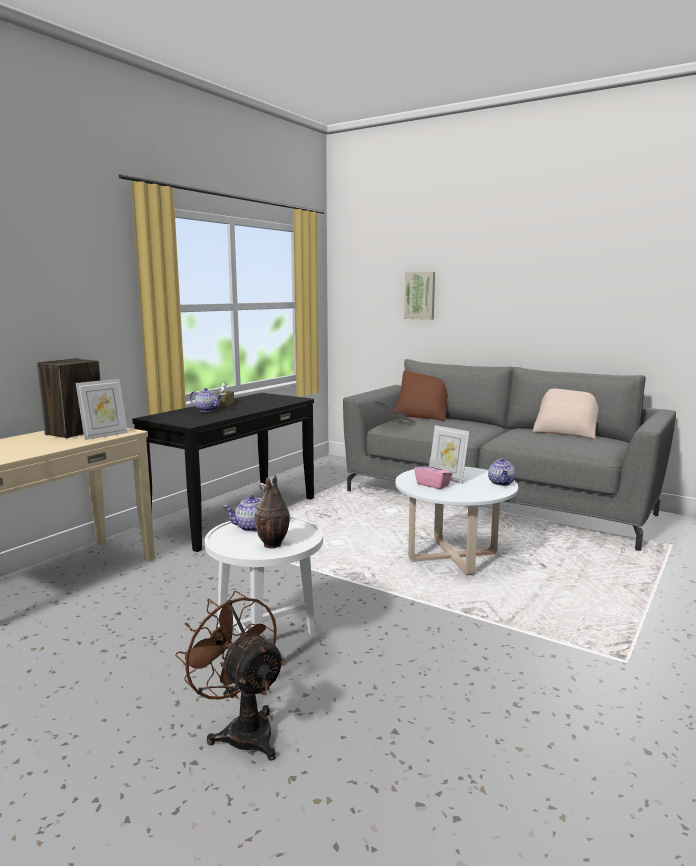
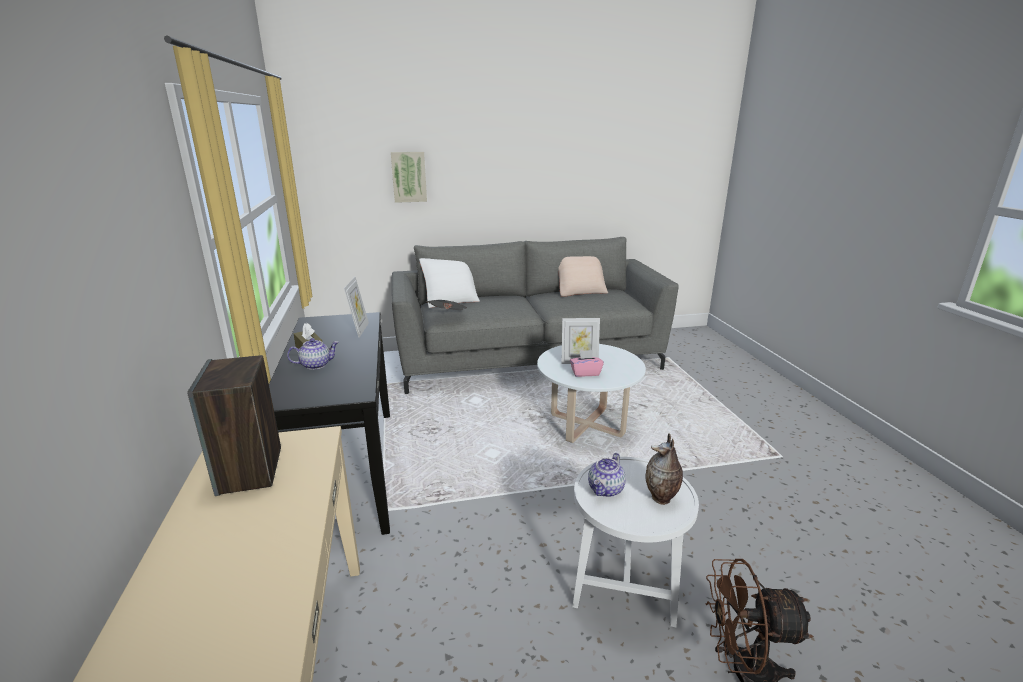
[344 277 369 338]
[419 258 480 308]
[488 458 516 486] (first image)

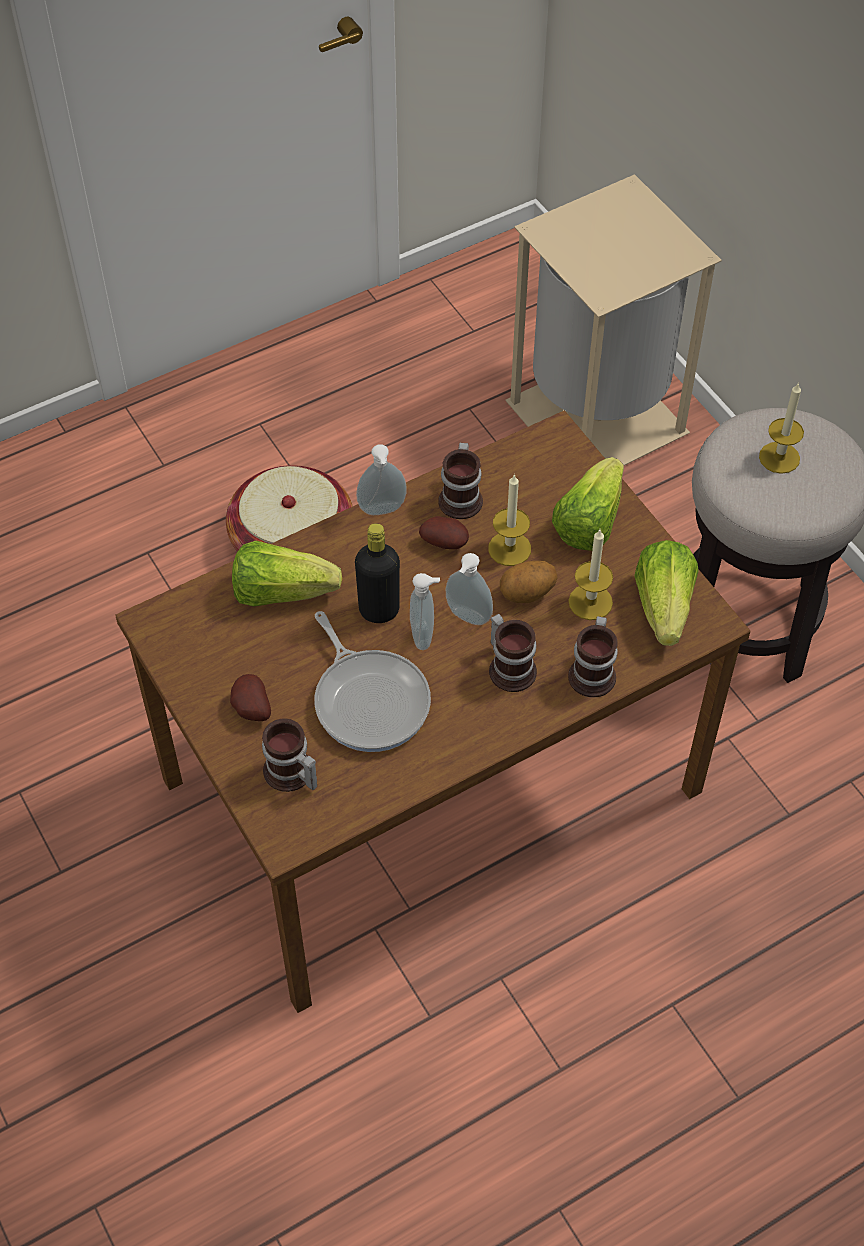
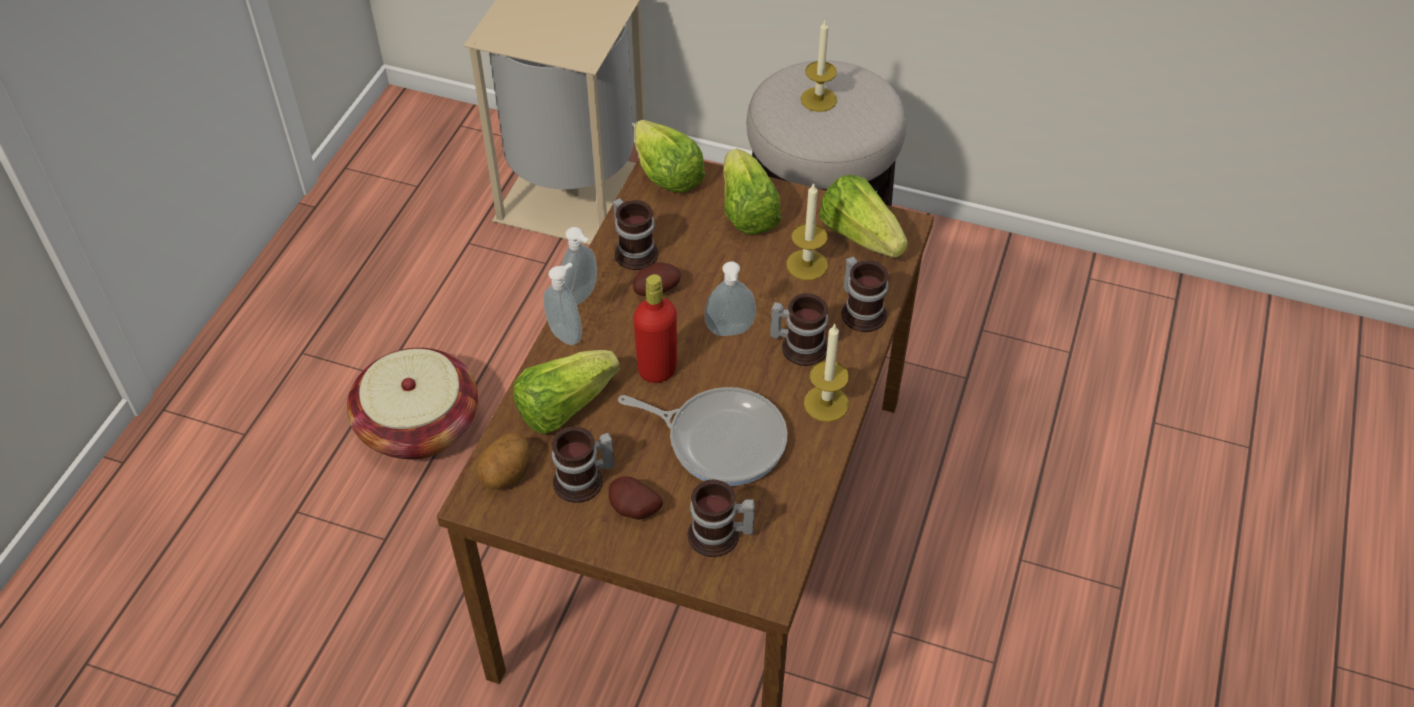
[633 274 677 383]
[543 263 582 345]
[804 324 849 422]
[477 433 530 489]
[552 427 614 503]
[634 120 705 193]

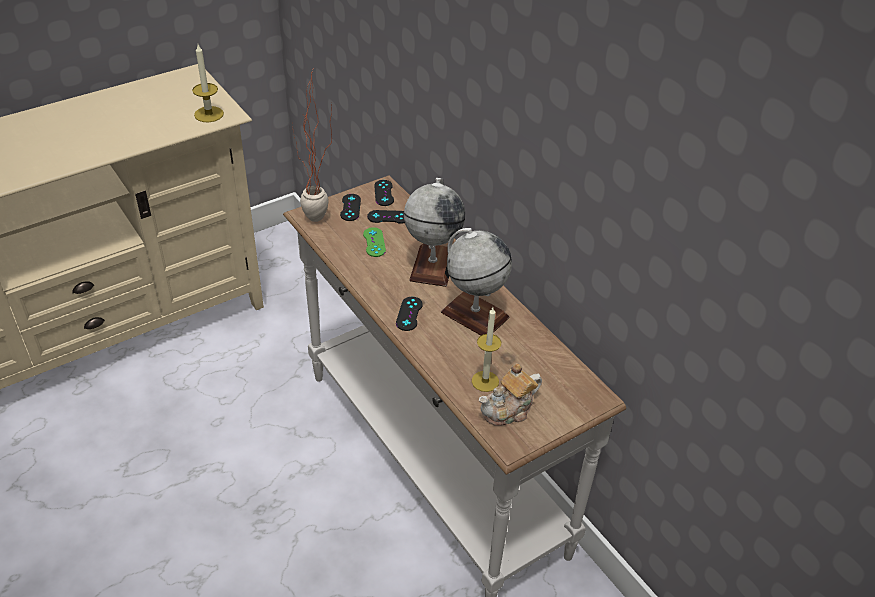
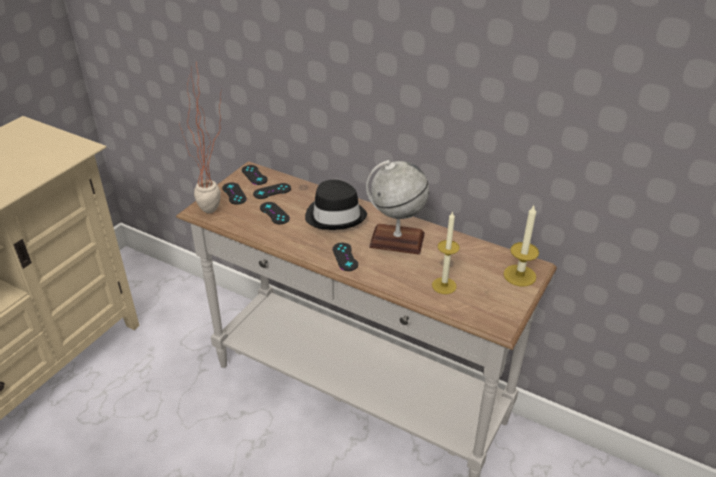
[504 206 539 287]
[260 202 290 224]
[305 180 367 230]
[479 363 542 426] (first image)

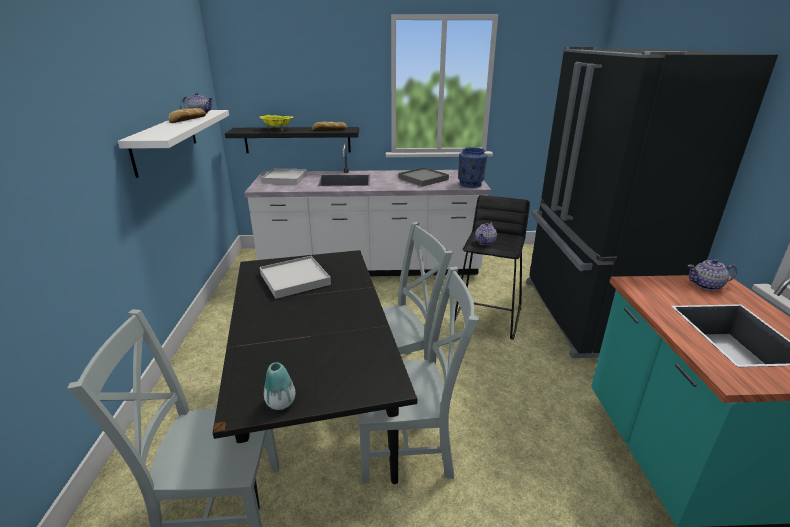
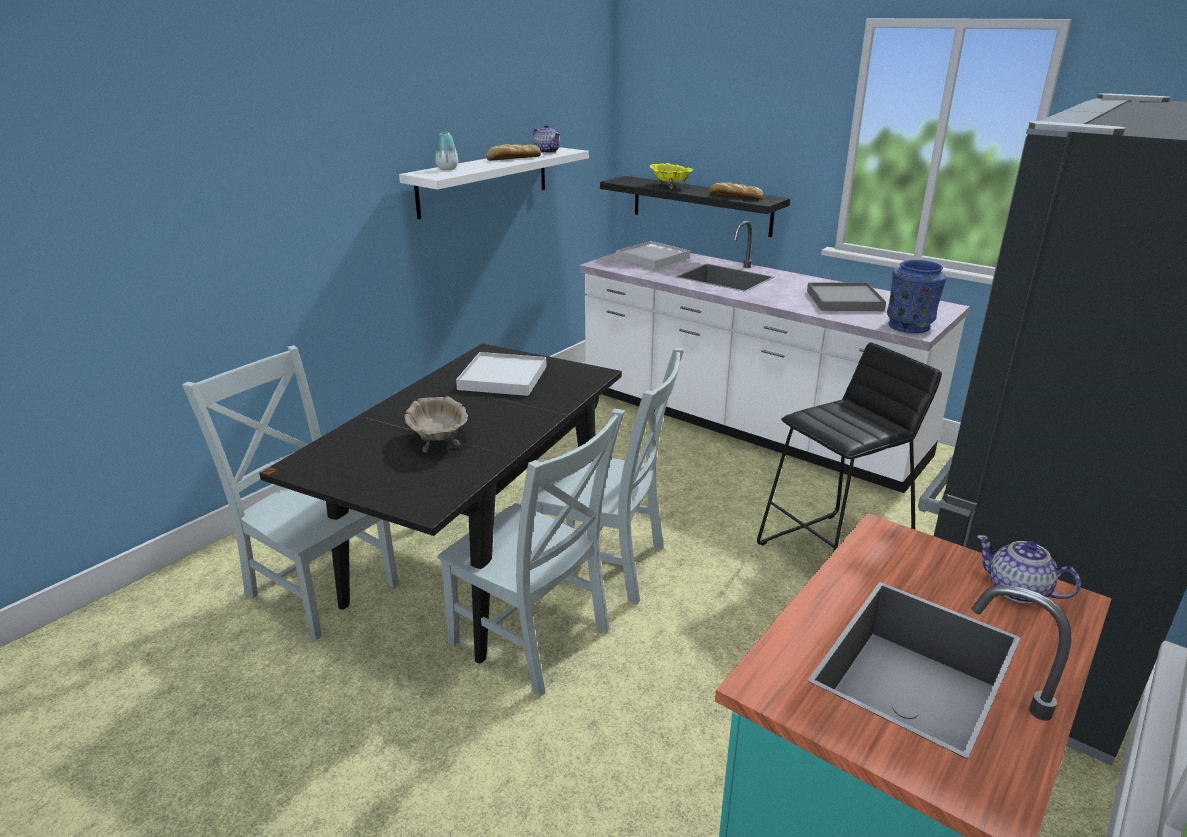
[435 132 458 170]
[475 223 497 245] (first image)
[405 396 468 452]

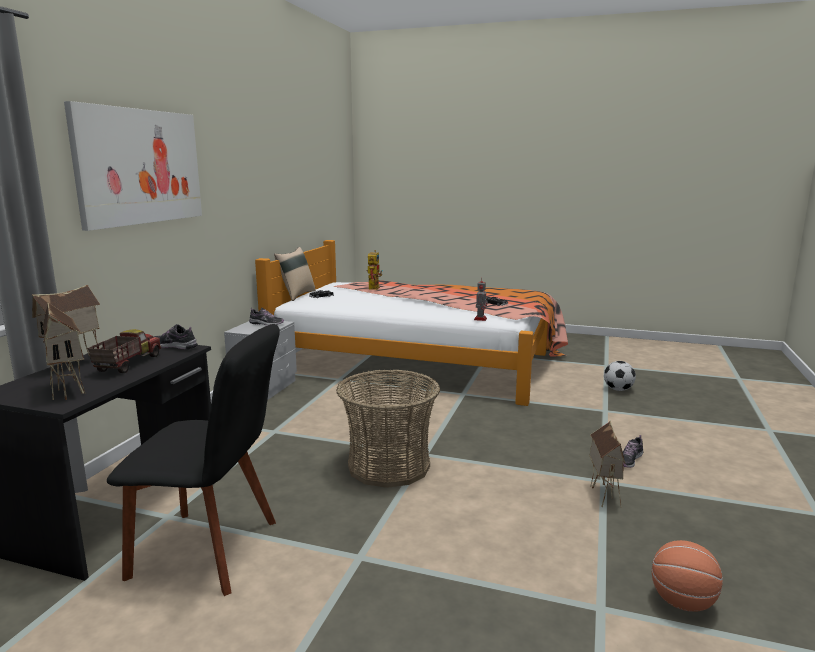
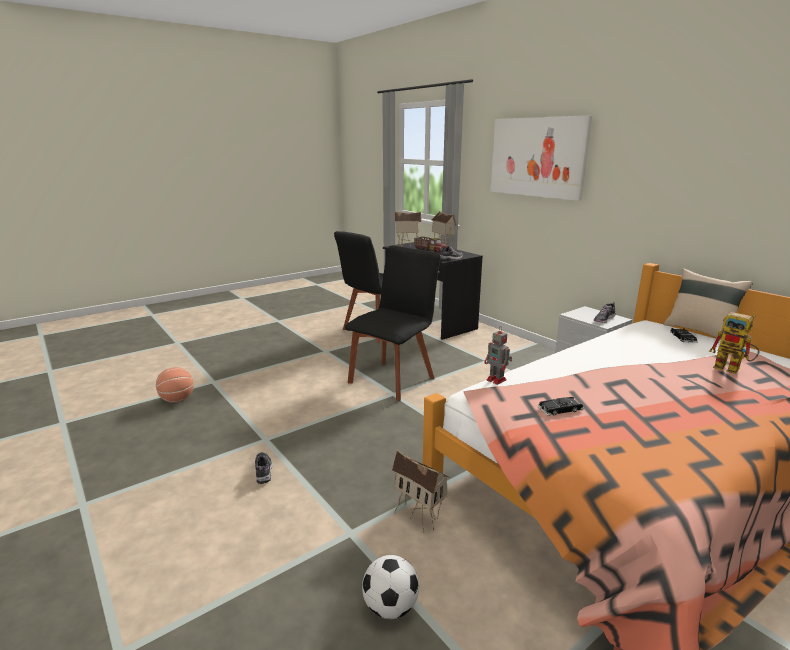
[345 246 441 401]
[392 450 451 533]

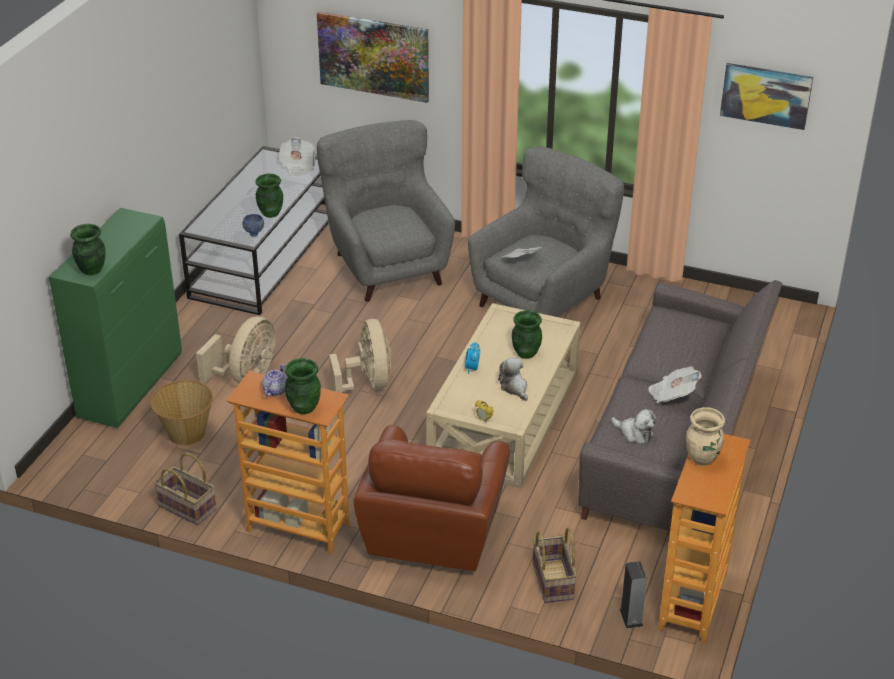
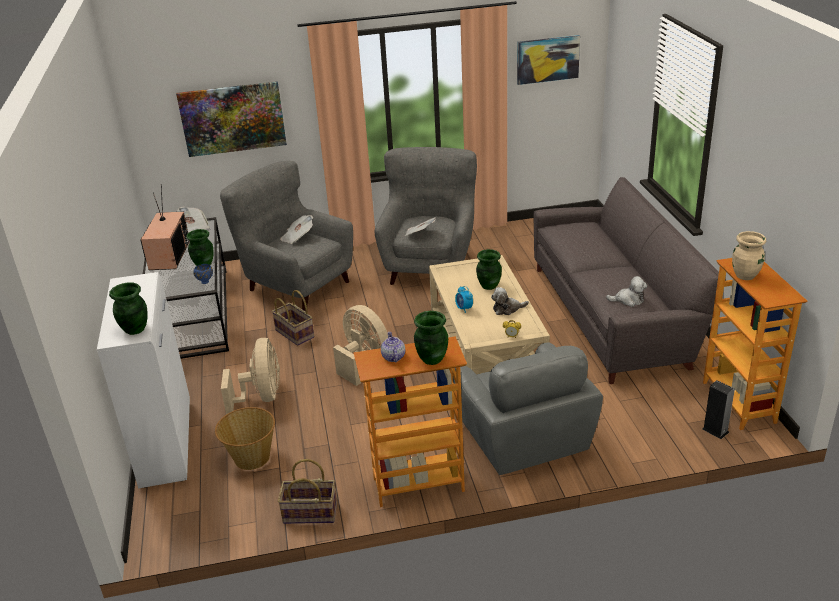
[97 272 190 488]
[453 343 603 475]
[491 287 529 315]
[272 290 315 346]
[280 215 313 244]
[140 184 190 270]

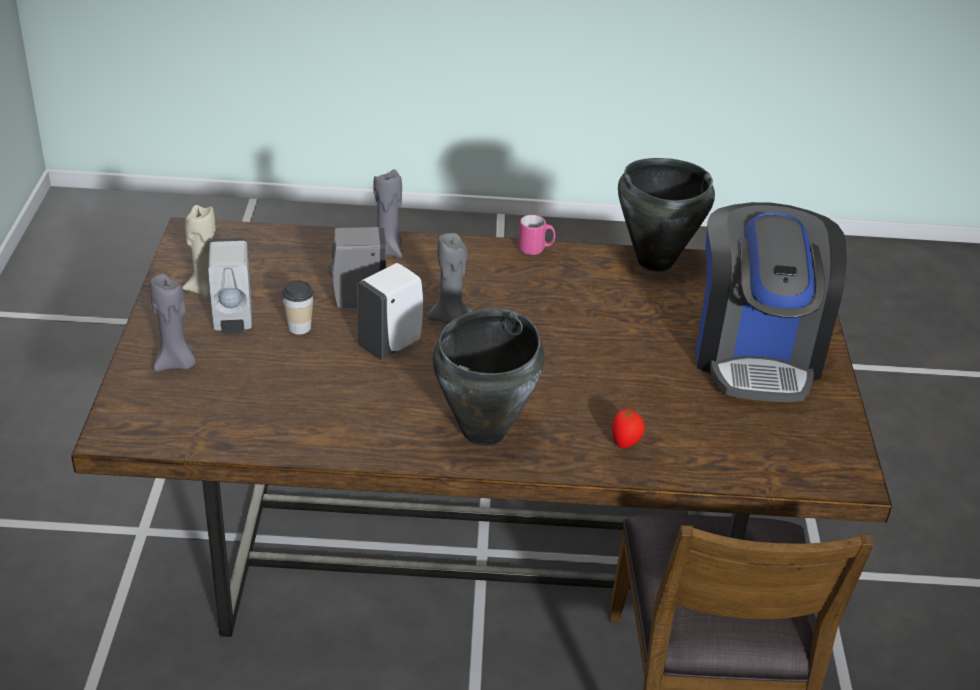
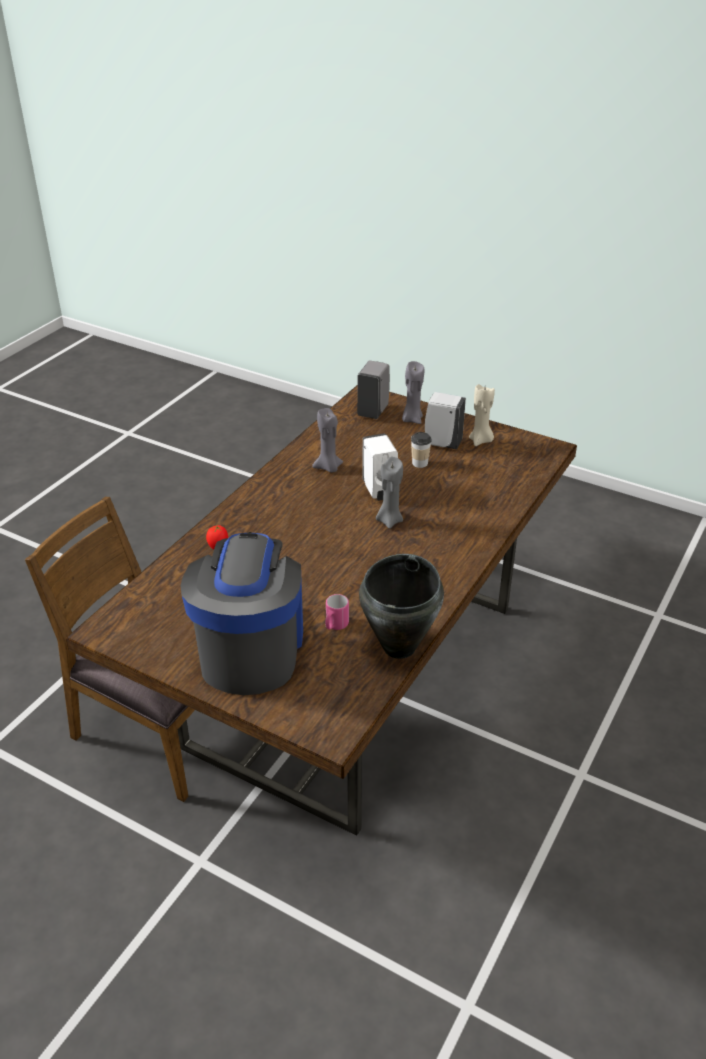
[357 361 390 419]
[312 408 343 472]
[433 308 544 446] (first image)
[325 594 349 630]
[180 532 303 695]

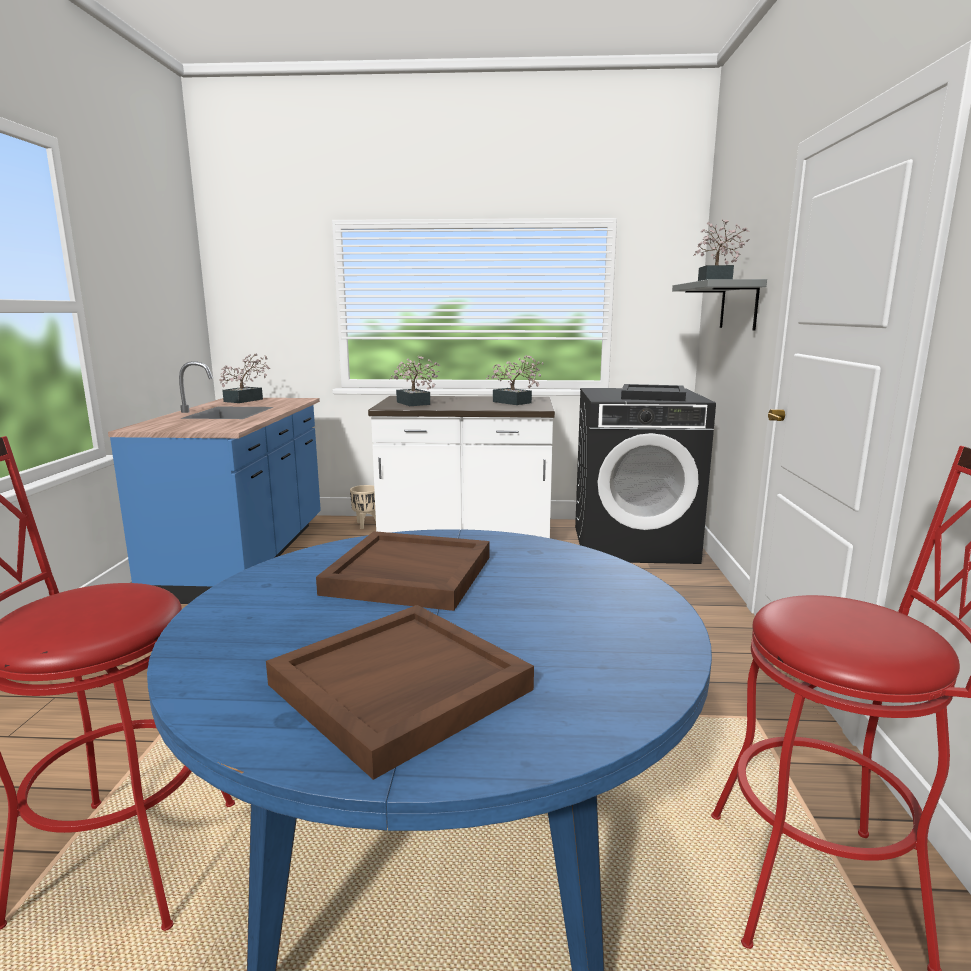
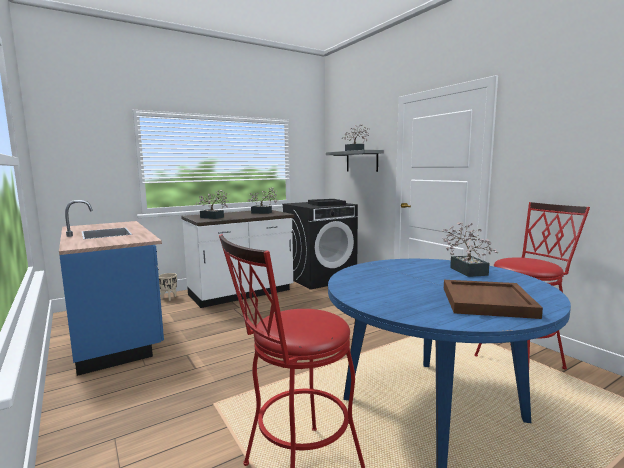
[442 222 498 277]
[316 531 490 611] (first image)

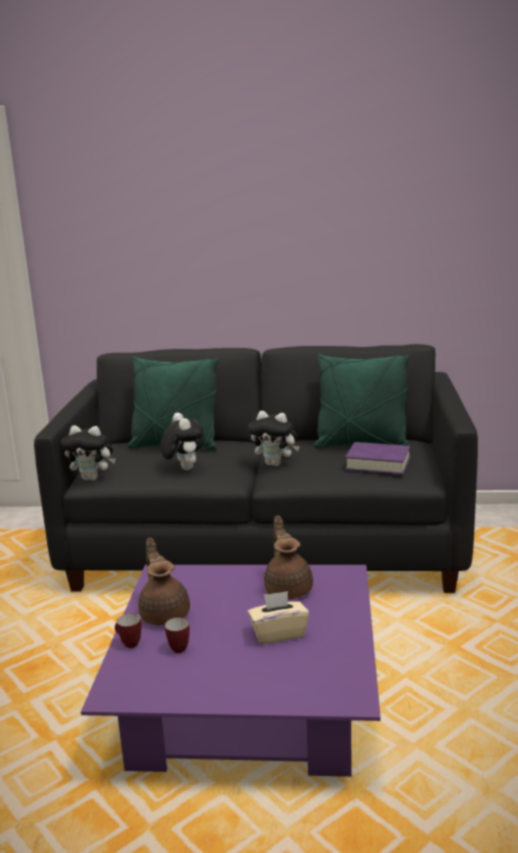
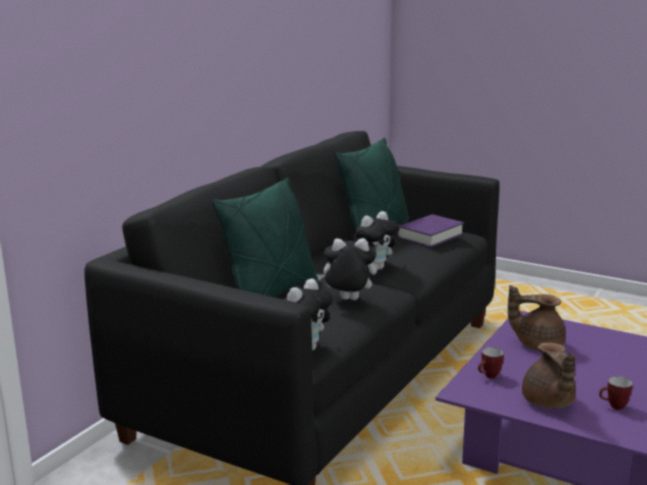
[478 347 504 378]
[522 343 576 409]
[247 591 309 644] (first image)

